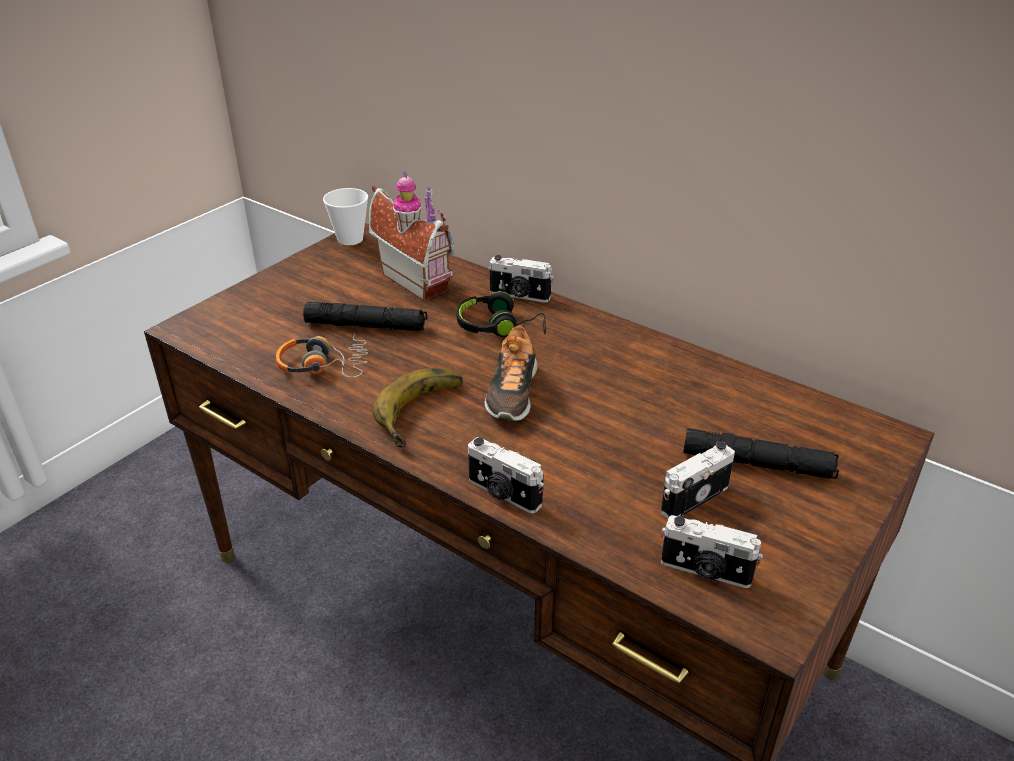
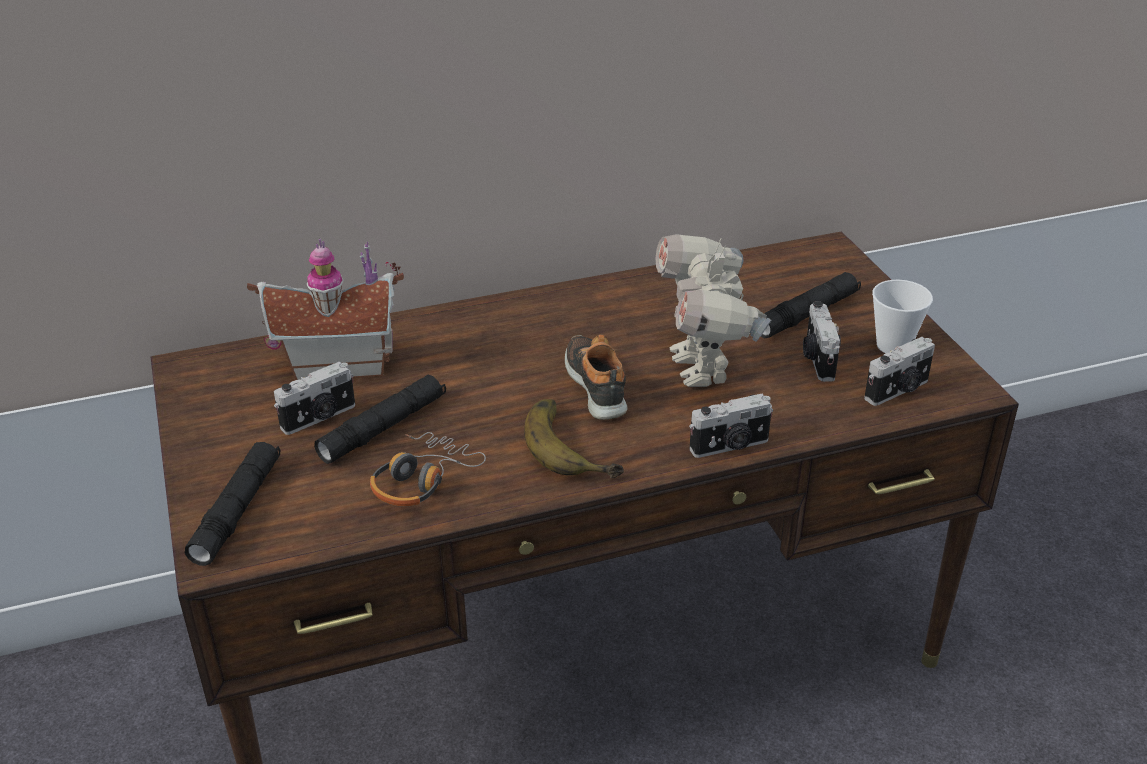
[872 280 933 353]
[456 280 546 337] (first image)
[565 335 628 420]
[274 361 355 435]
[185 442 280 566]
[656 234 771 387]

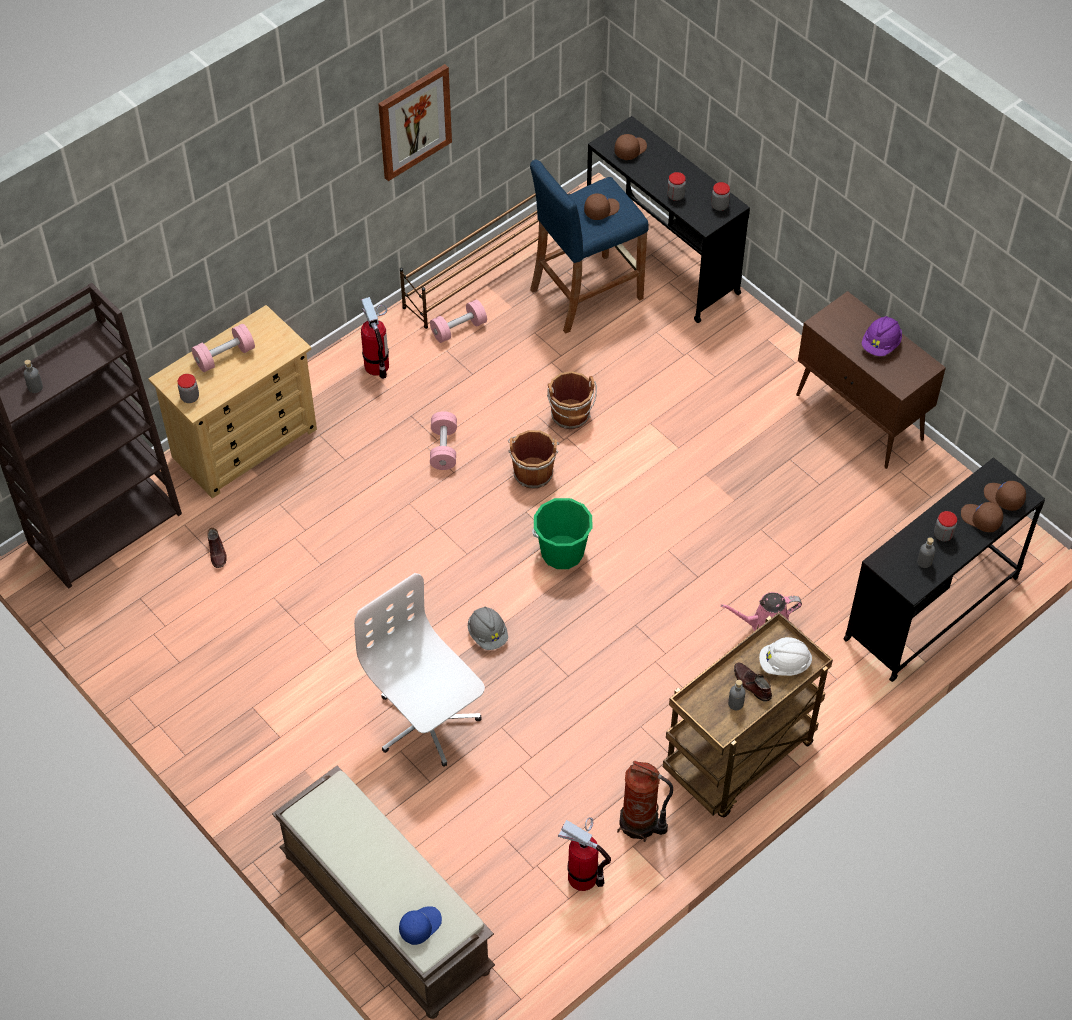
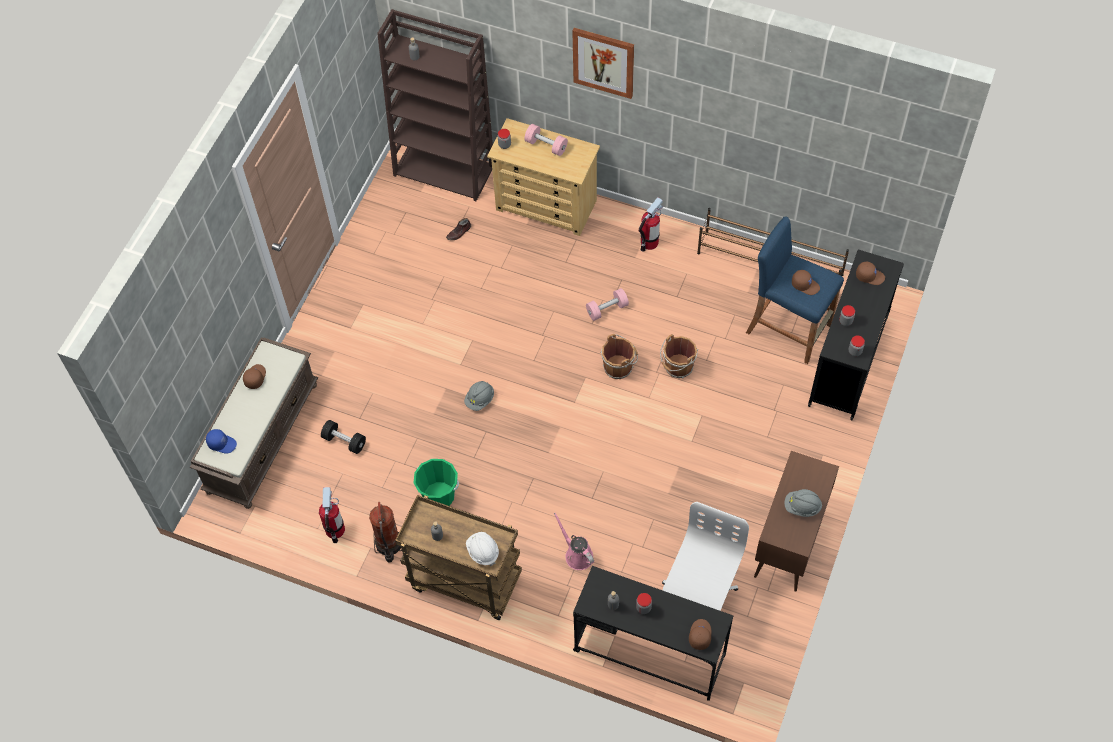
[662 502 749 611]
[572 28 634 99]
[430 300 487 343] (first image)
[414 459 459 506]
[734 662 772 702] (first image)
[785 489 822 517]
[243 364 266 389]
[321 420 366 454]

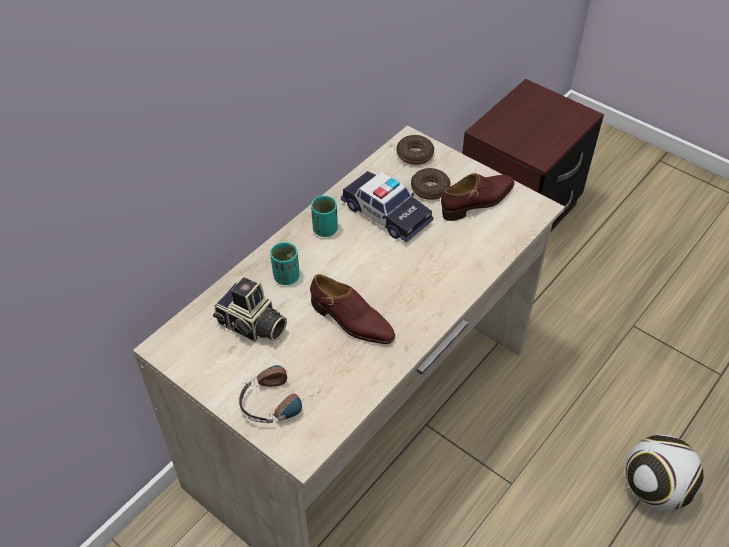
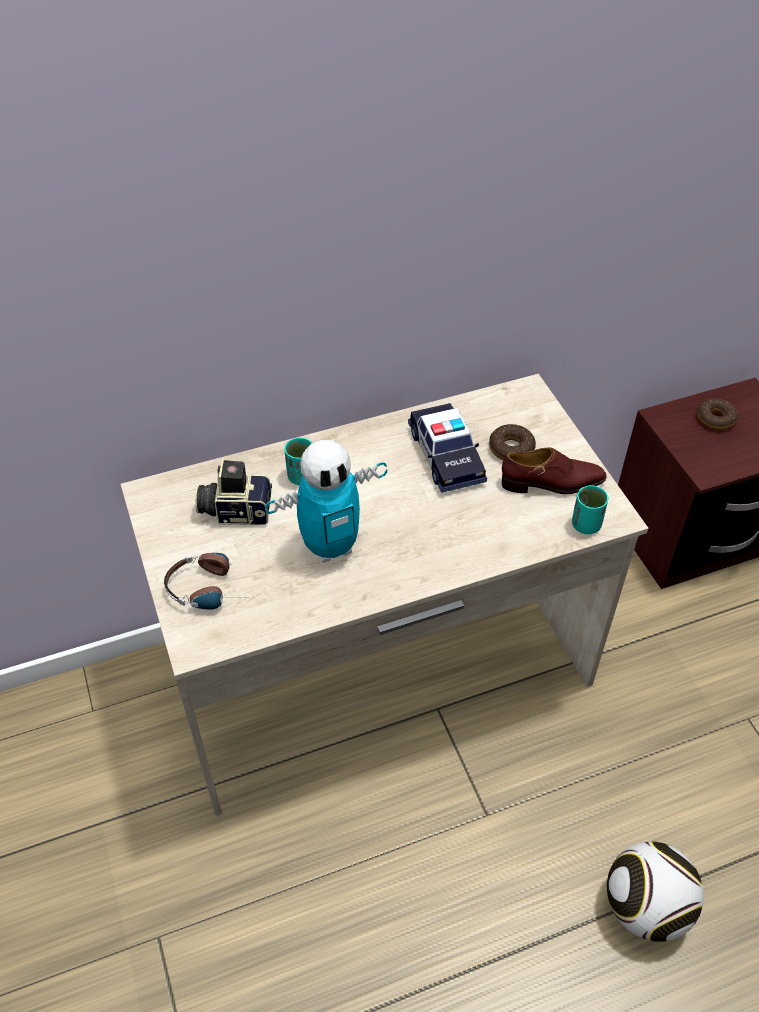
[195 458 272 525]
[265 440 387 563]
[572 485 609 534]
[697 398 738 430]

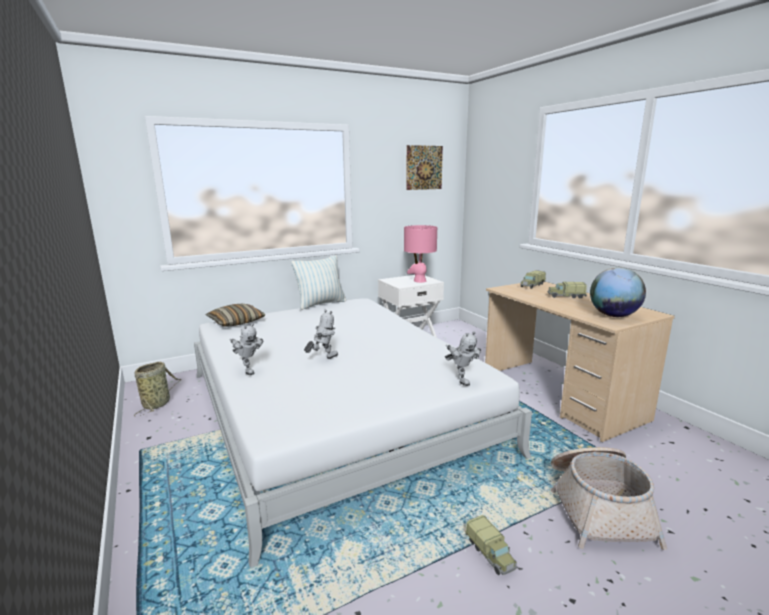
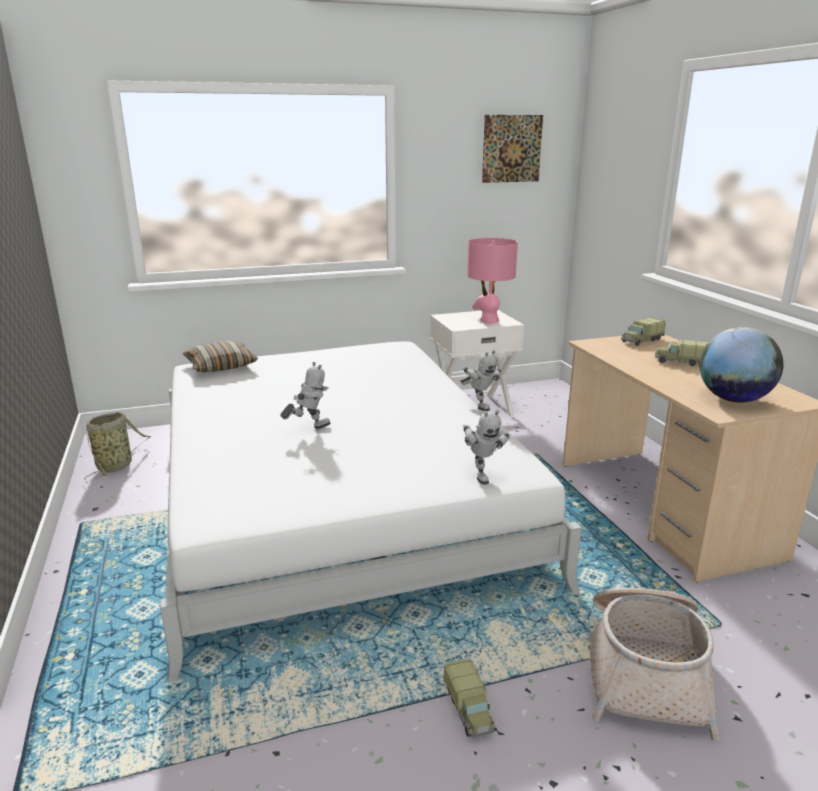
[460 350 501 411]
[291 255 346 310] (first image)

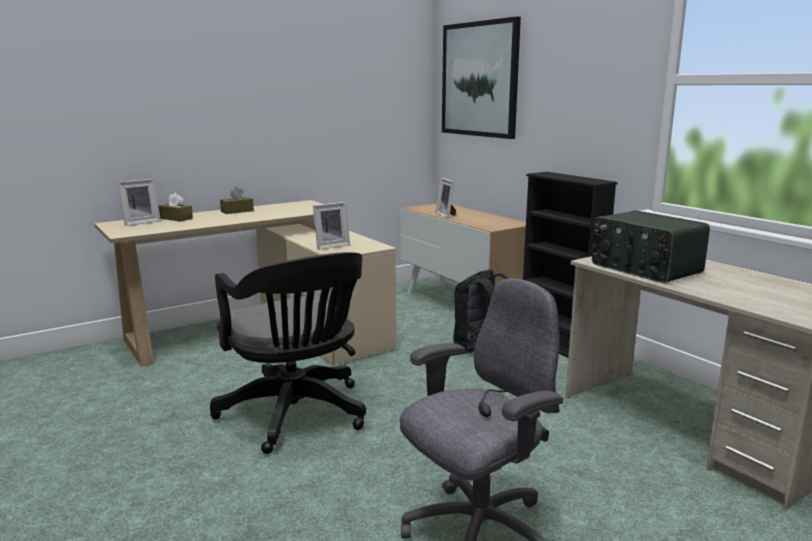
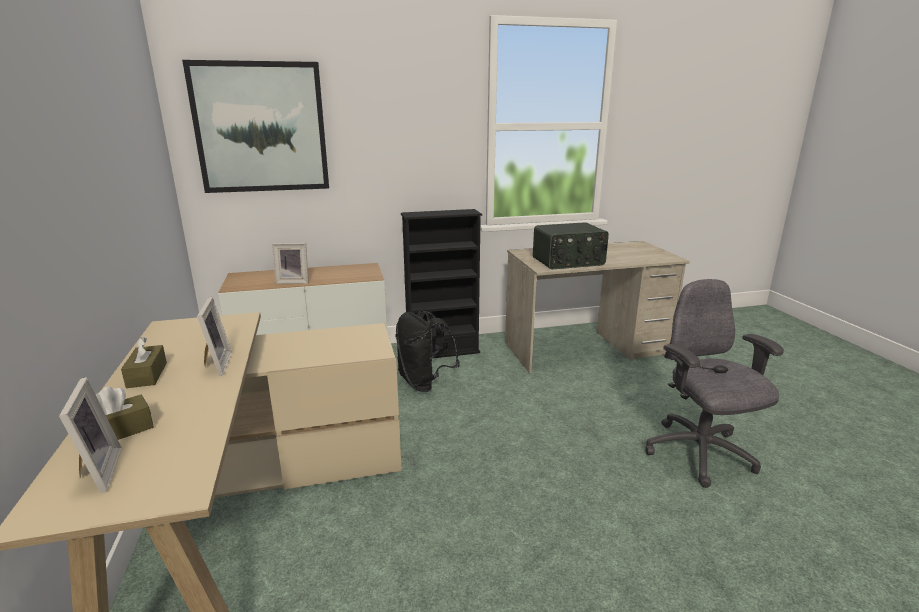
[210 252 366 454] (first image)
[197 297 232 376]

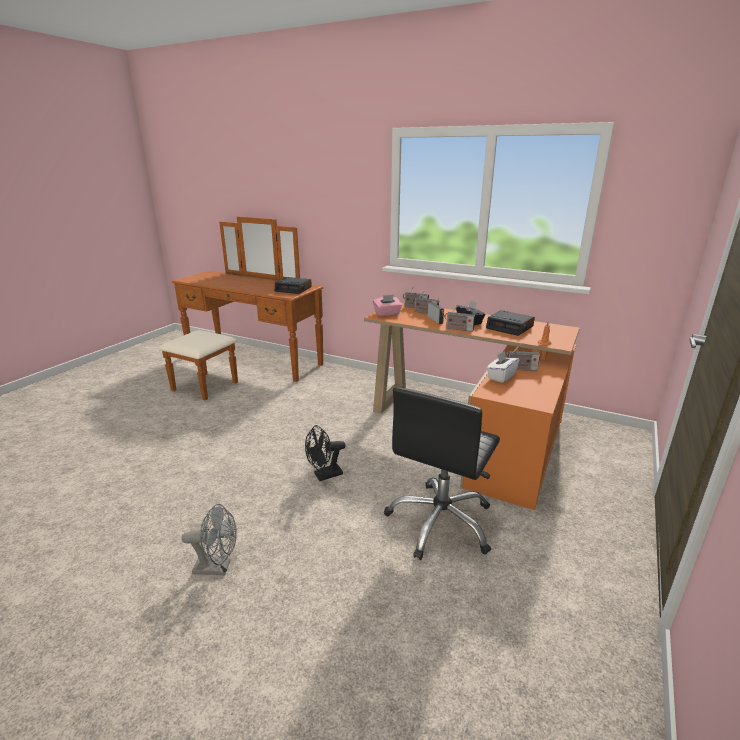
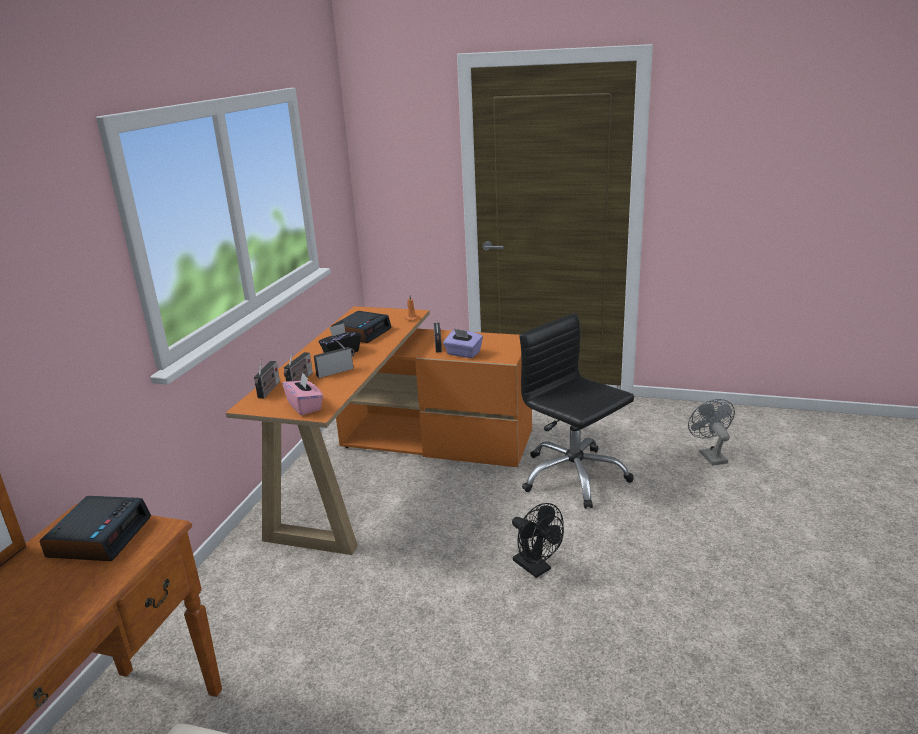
[688 399 735 466]
[520 313 634 509]
[444 305 475 332] (first image)
[443 329 483 358]

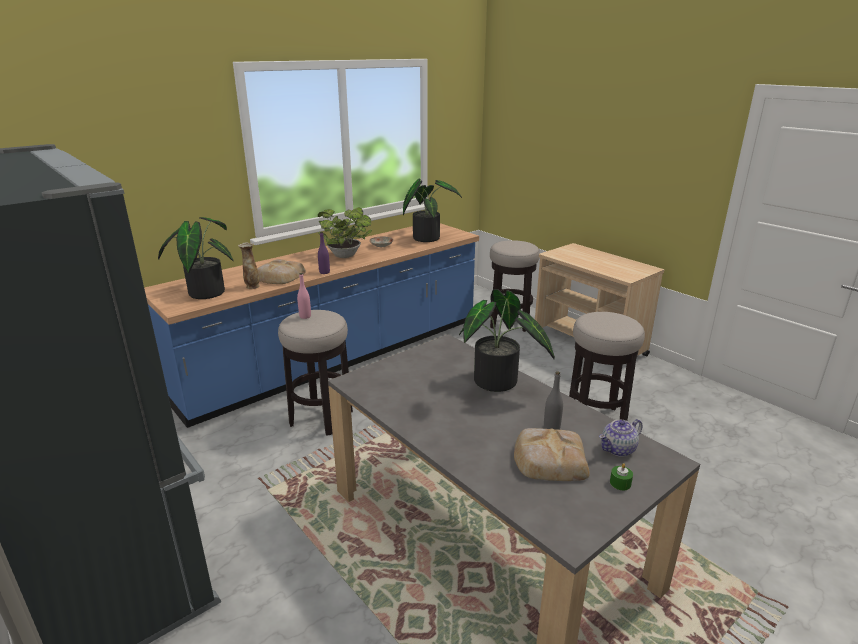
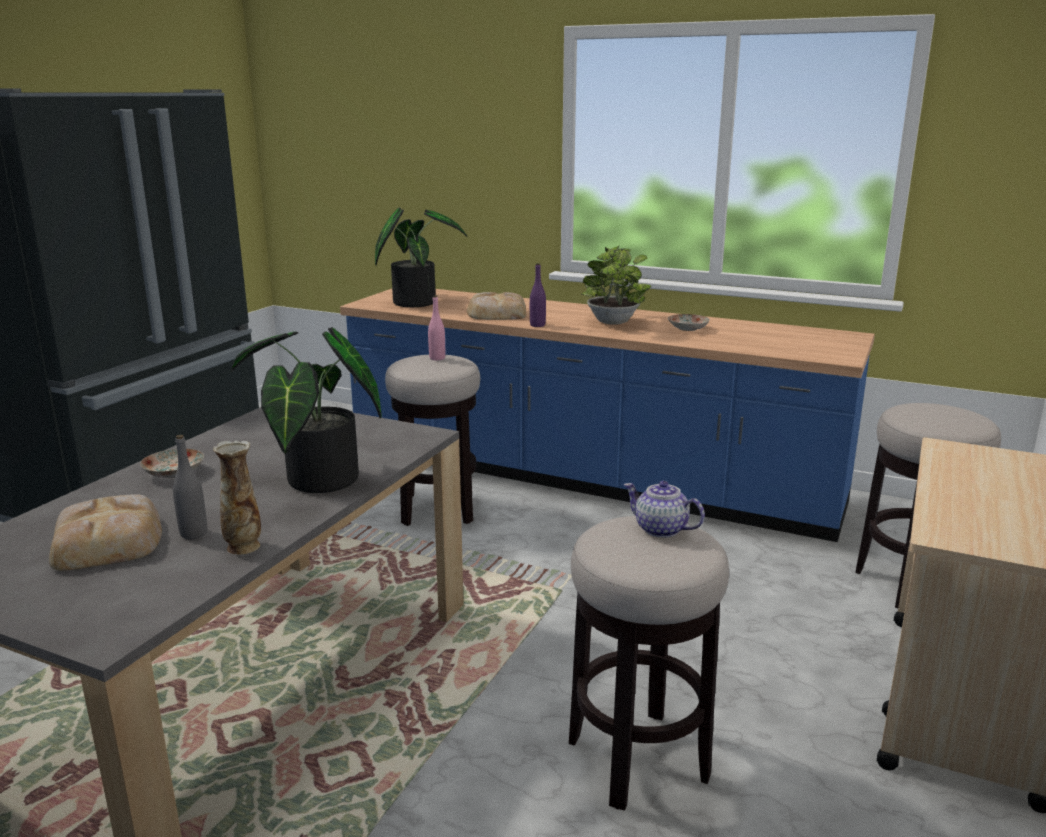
[213 440 261 555]
[403 178 462 242] (first image)
[623 481 705 538]
[610 463 633 490] (first image)
[140 449 204 478]

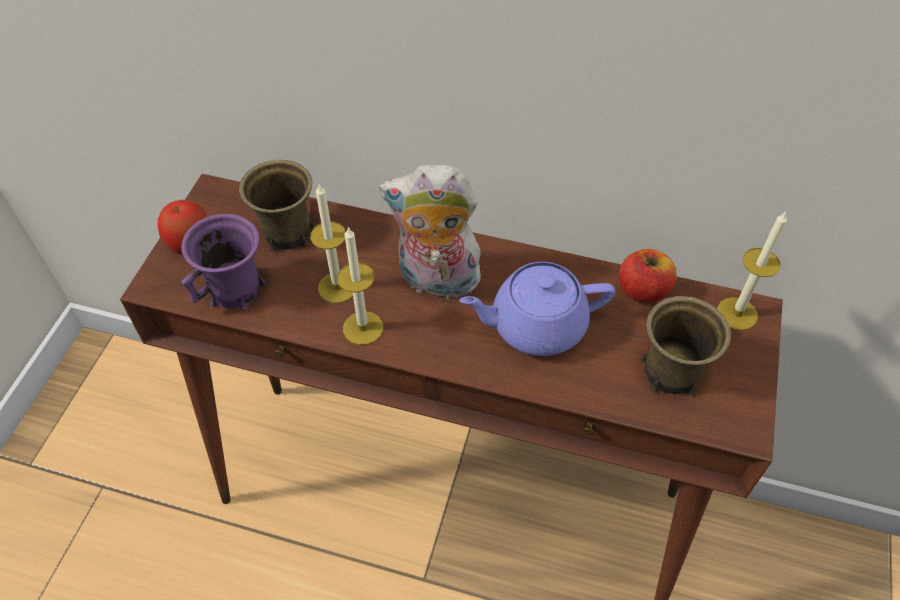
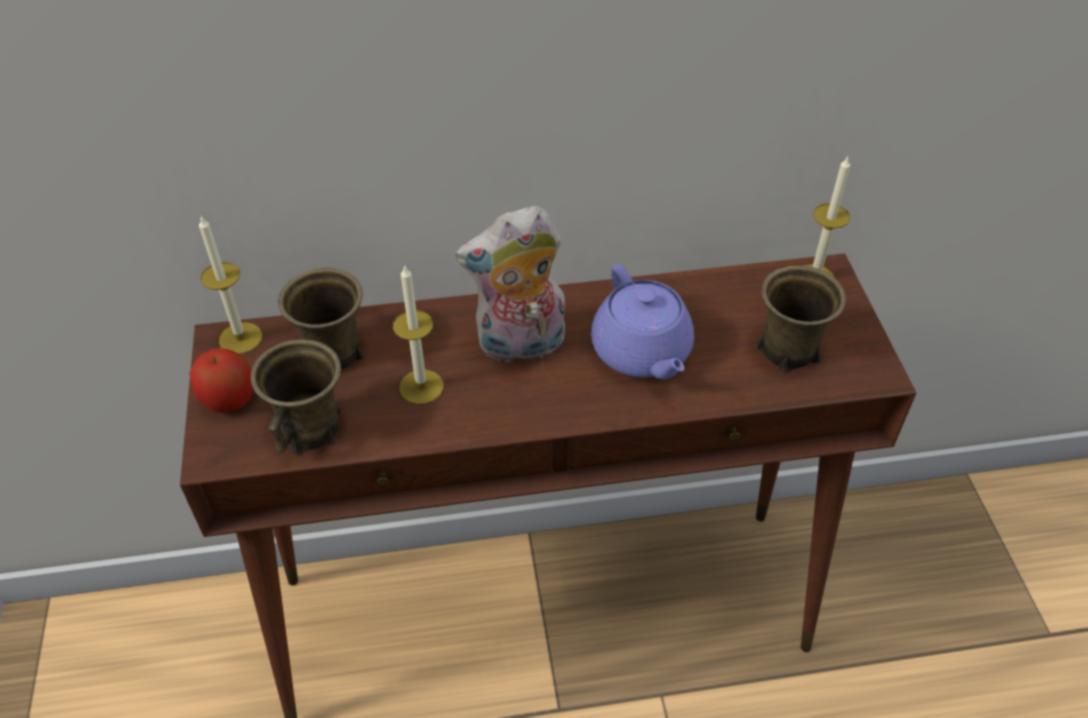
[250 339 341 454]
[199 215 262 354]
[591 264 694 379]
[619 249 677 303] (first image)

